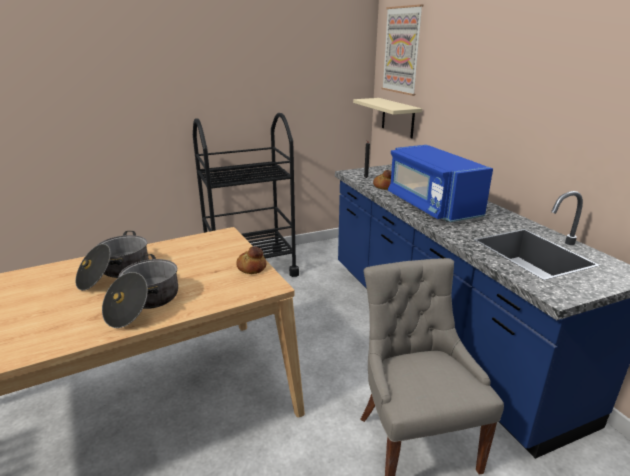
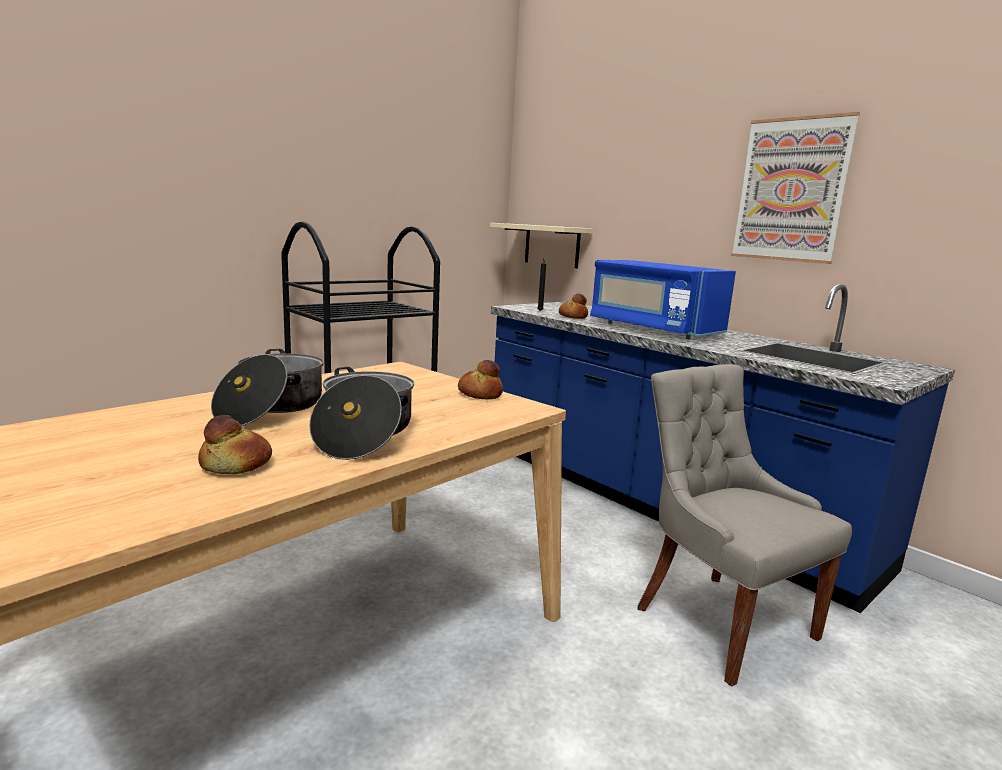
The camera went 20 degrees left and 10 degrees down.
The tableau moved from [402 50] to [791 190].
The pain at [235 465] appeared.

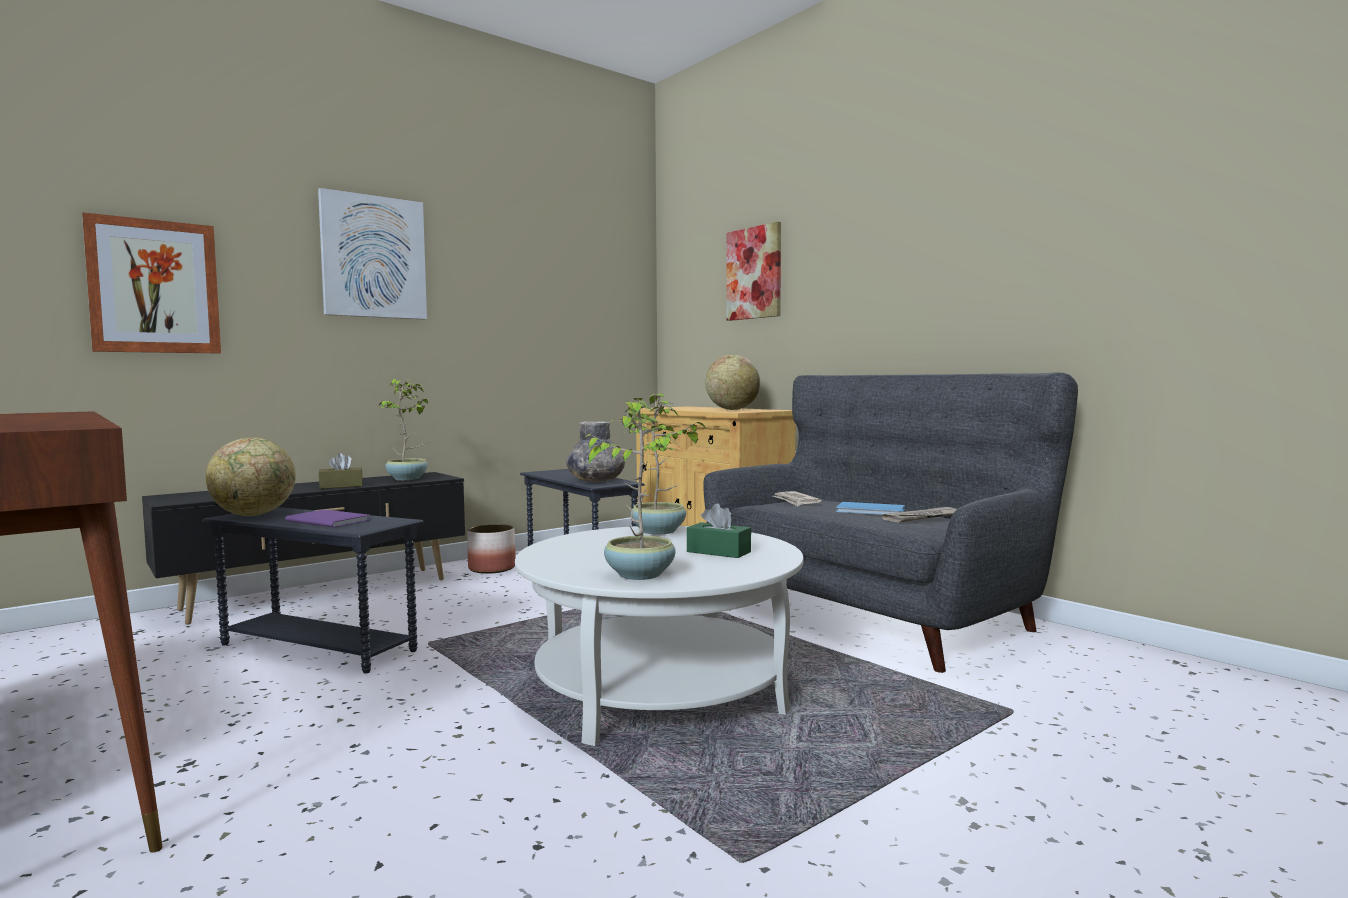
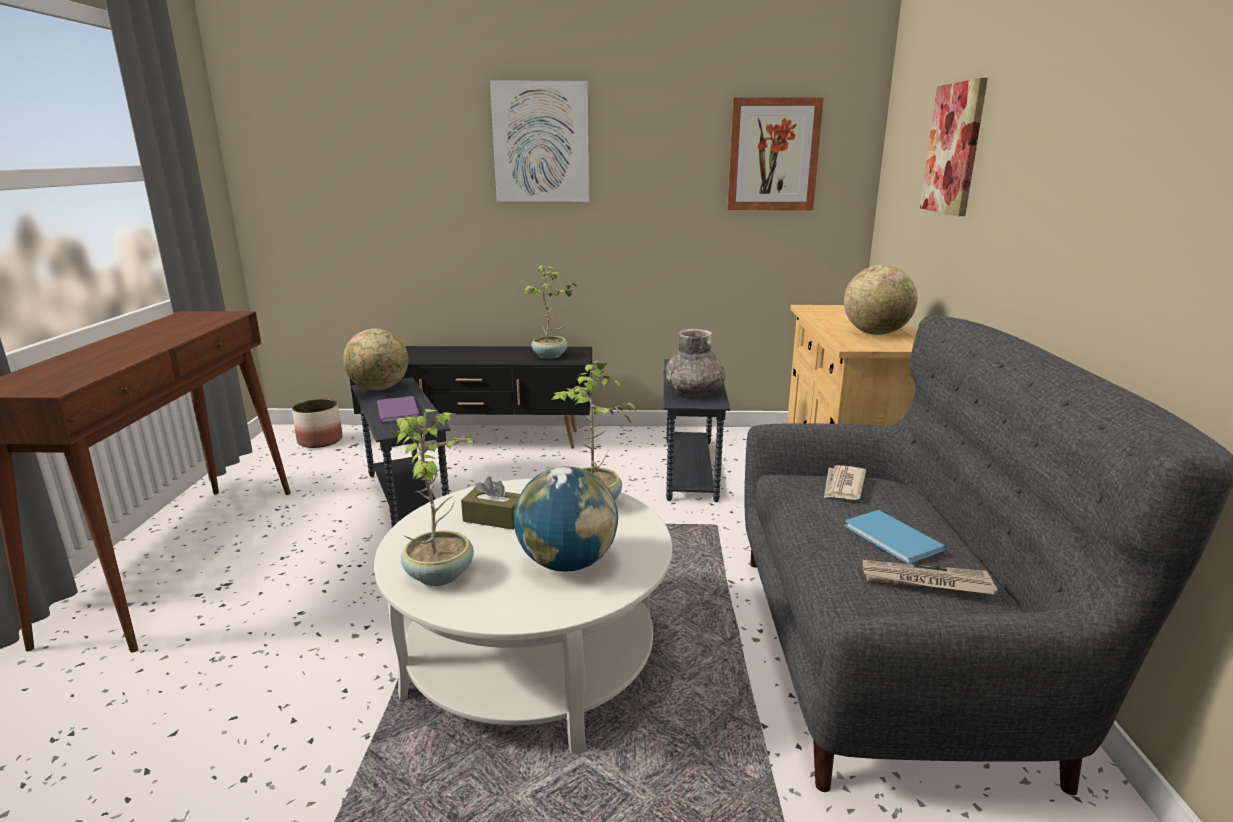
The camera went 40 degrees right and 15 degrees up.
The tableau moved from [154 287] to [773 155].
The boîte à mouchoirs (marron) moved from [341 486] to [494 518].
The cache-pot moved from [492 568] to [320 440].
The boîte à mouchoirs (vert) at [718 552] was replaced by the globe at [567 563].

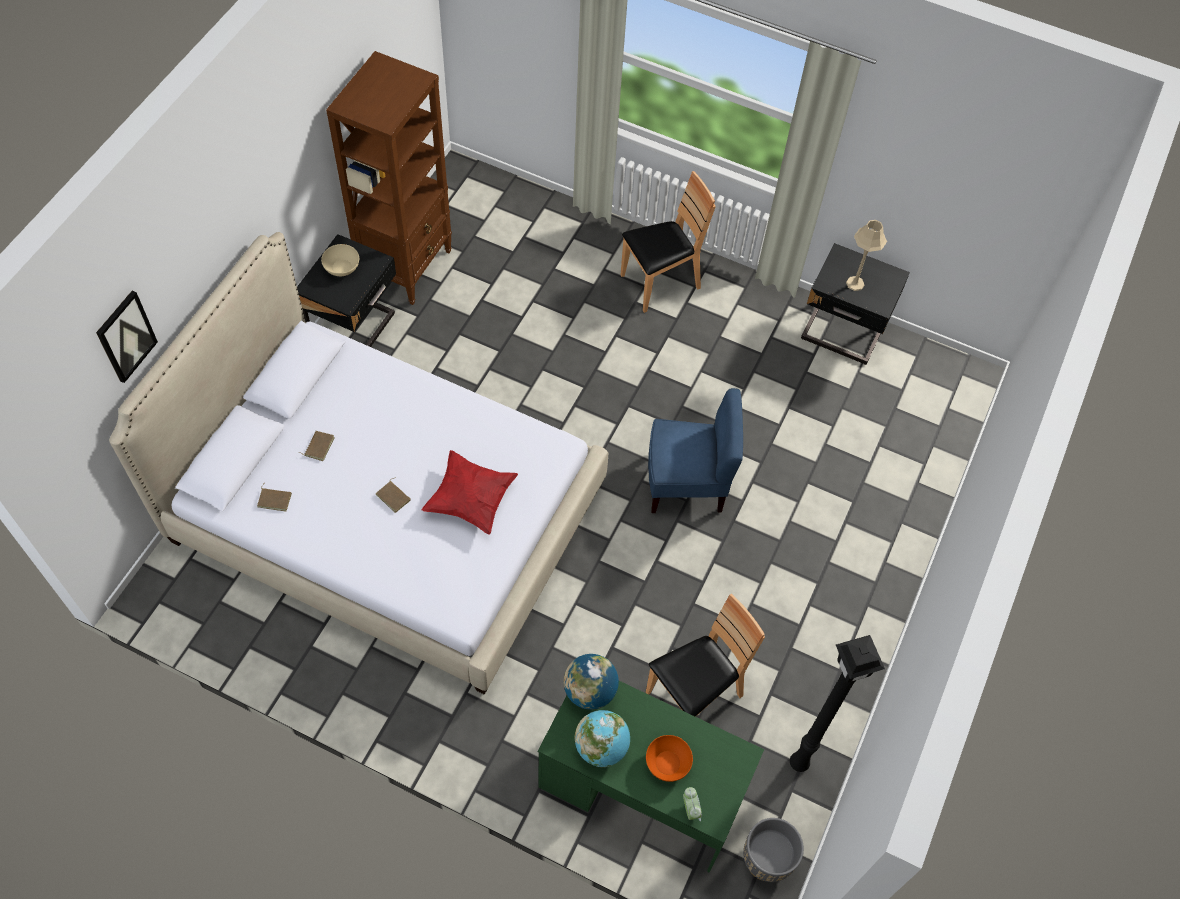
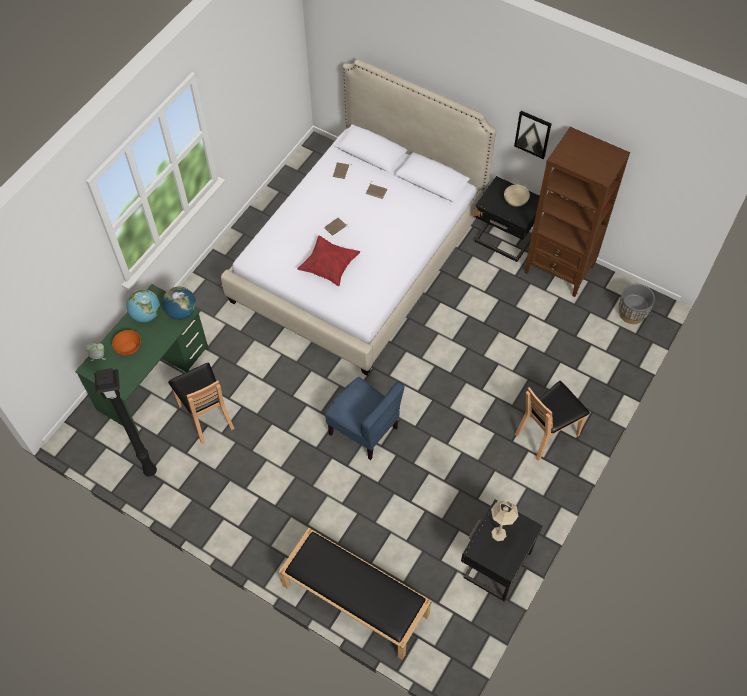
The camera went 100 degrees right and 0 degrees up.
The tableau moved from [125 336] to [533 134].
The chaise (marron) at [660 283] turned 75 degrees clockwise.
The chaise (bleu) at [686 484] turned 60 degrees counterclockwise.
The cache-pot (gris) moved from [767 859] to [631 313].
The banc (noir) at [354 599] appeared.

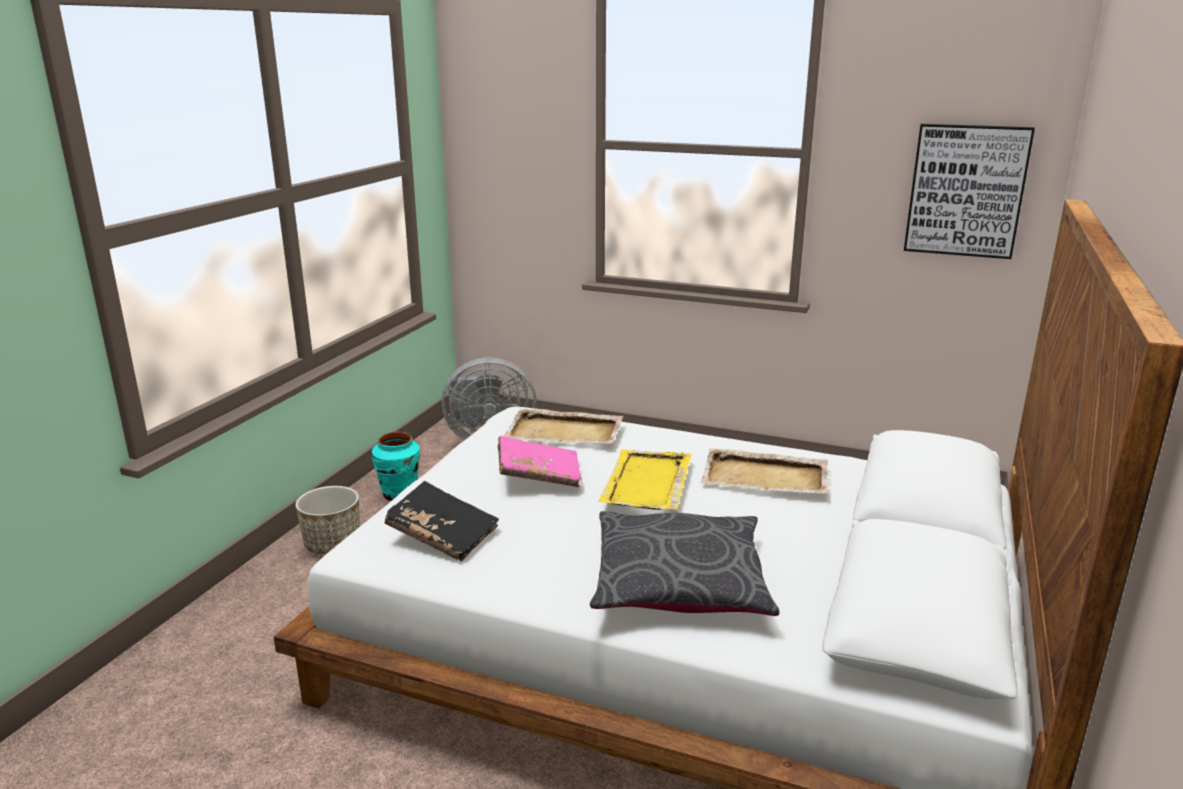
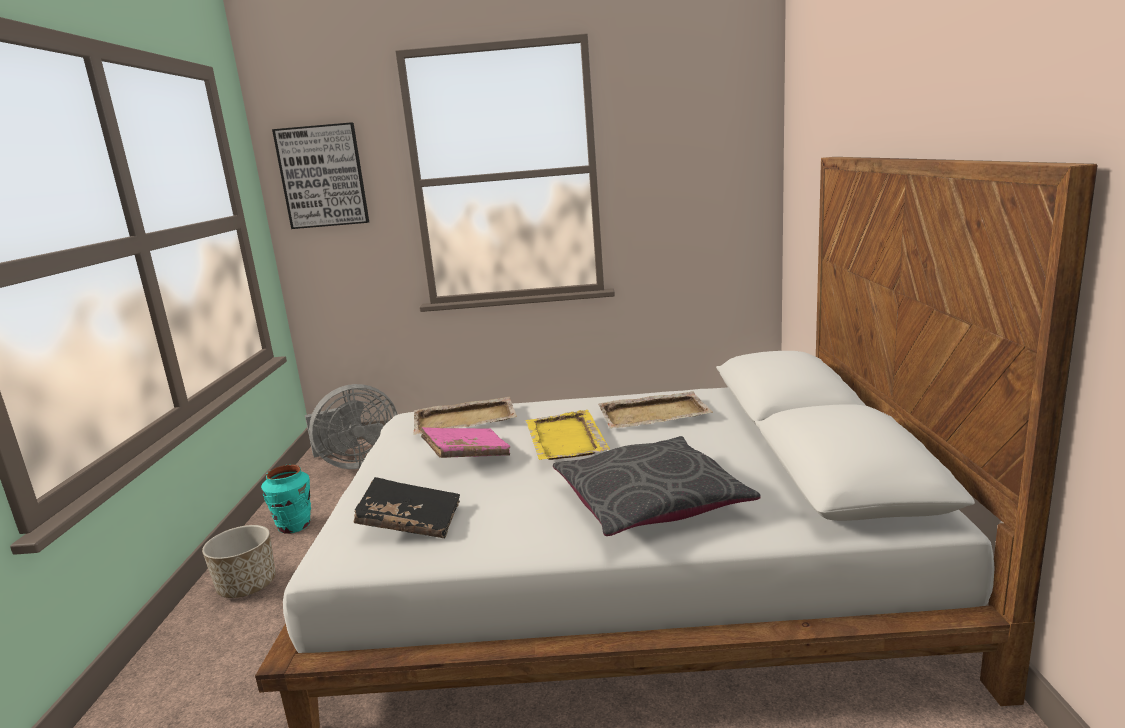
The camera went 20 degrees left and 5 degrees down.
The tableau moved from [966 190] to [322 176].

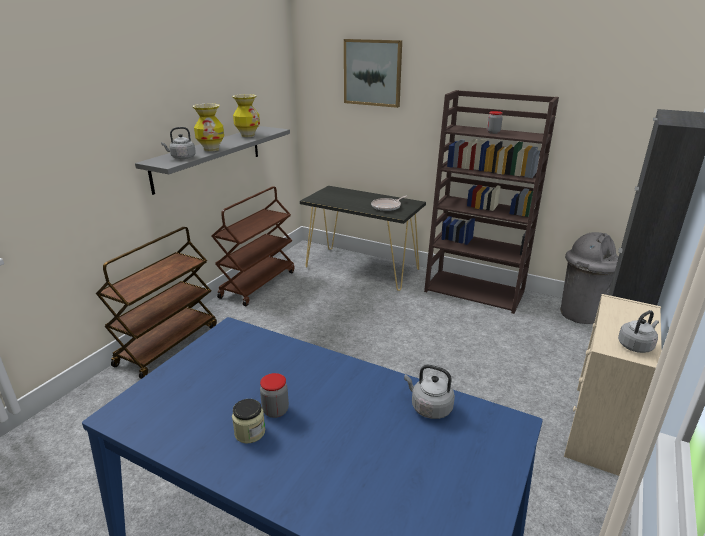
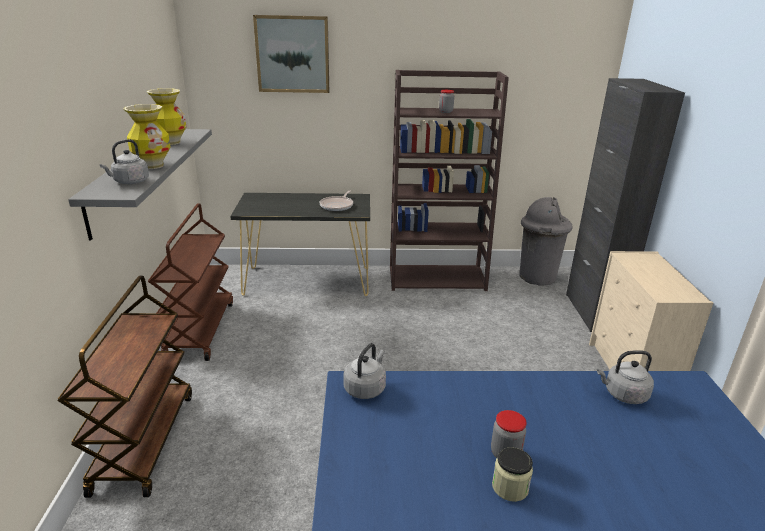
The camera went 30 degrees left and 0 degrees up.
The bouilloire (gris) moved from [636 345] to [366 388].

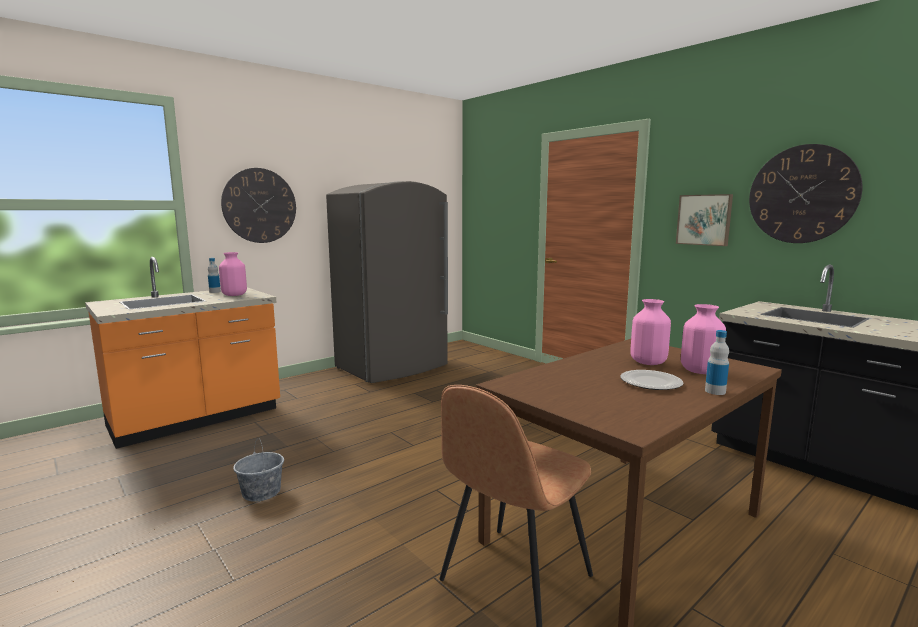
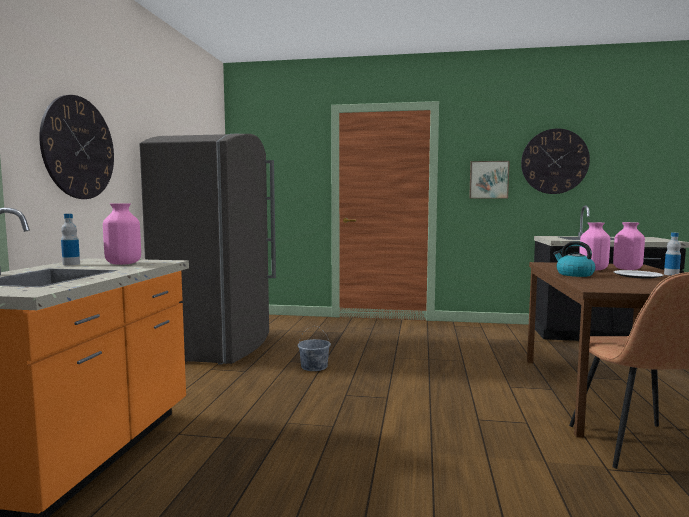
The camera went 40 degrees left and 5 degrees down.
The seau (gris) moved from [261 492] to [314 367].
The bouilloire at [574 274] appeared.

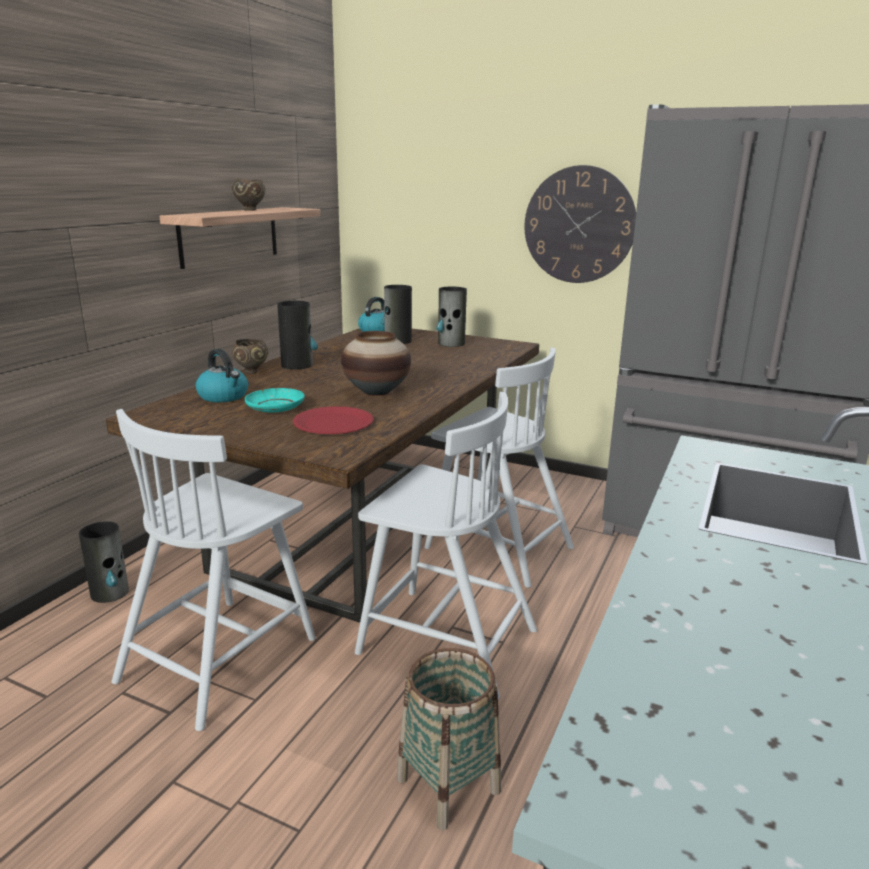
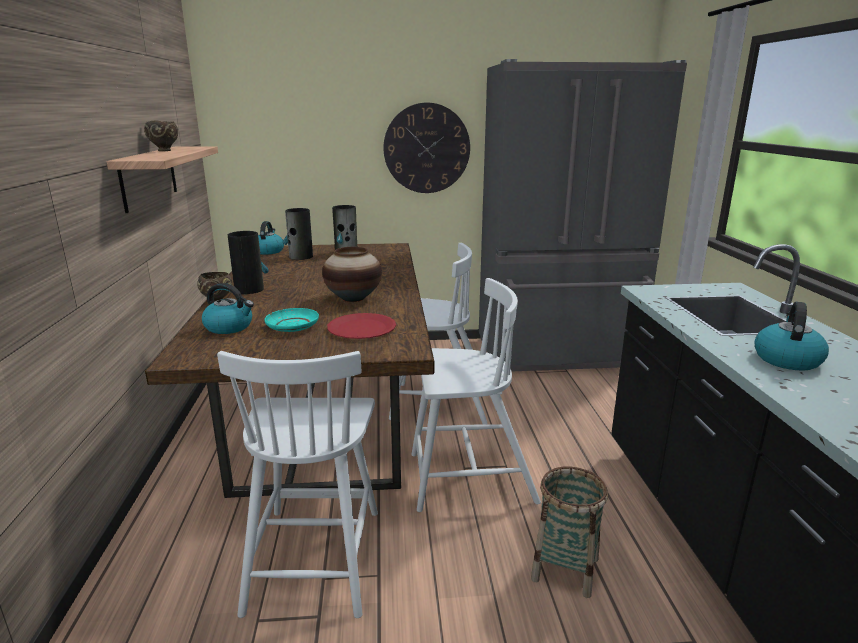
The camera went 30 degrees left and 0 degrees up.
The vase at [110 592] disappeared.
The bouilloire at [786 359] appeared.

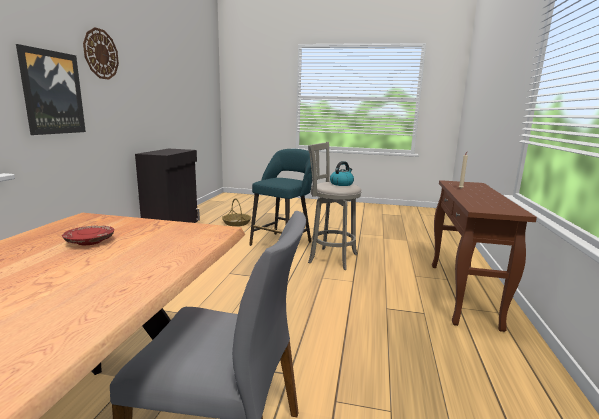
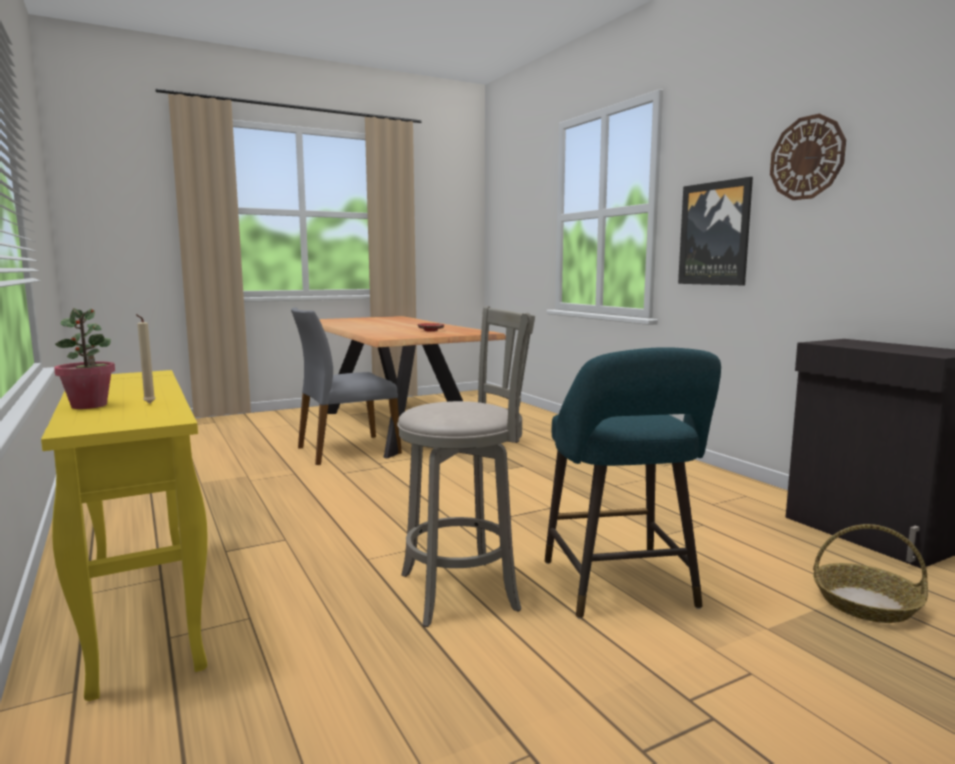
The camera went 140 degrees right and 5 degrees down.
The bouilloire at [341 184] disappeared.
The table console (marron) at [462 294] became the table console (jaune) at [142 608].
The plante en pot at [89 405] appeared.

